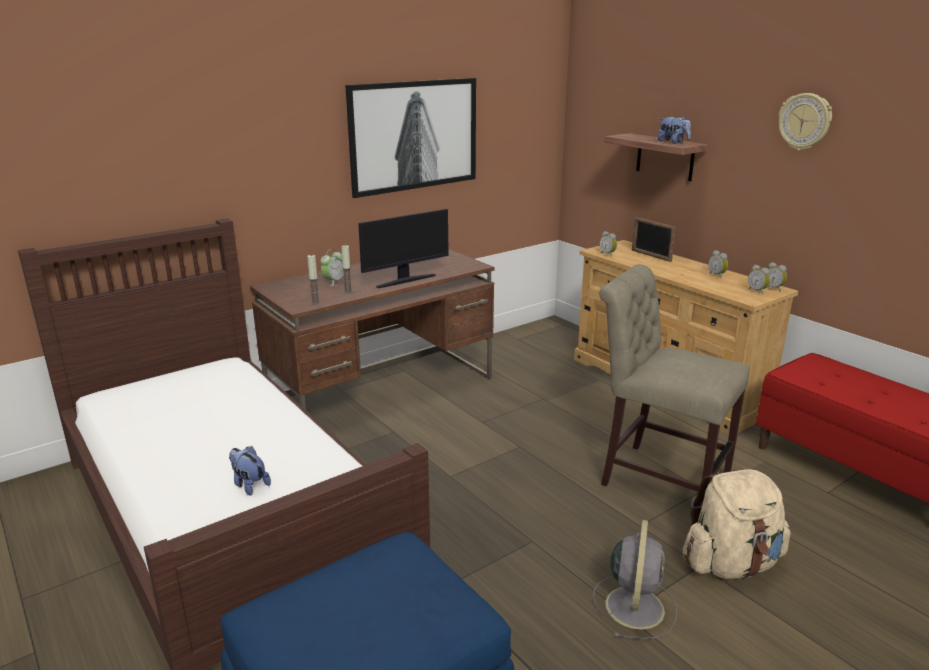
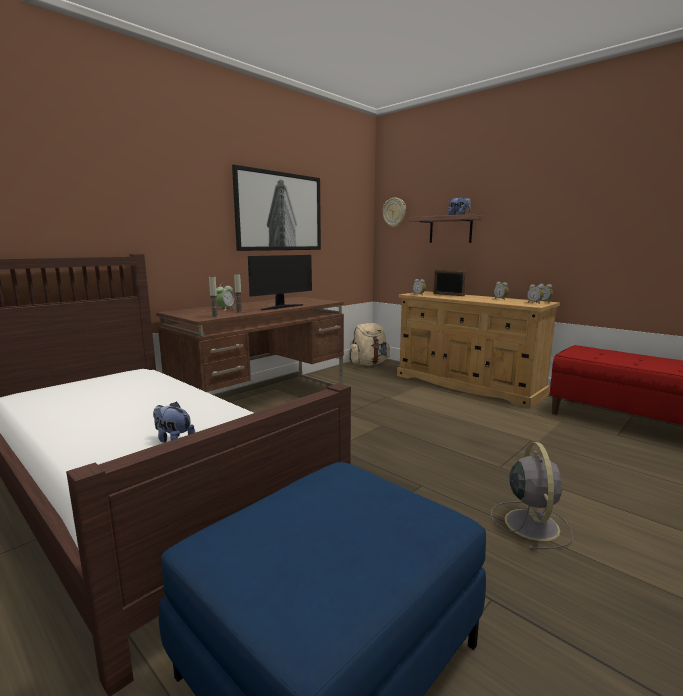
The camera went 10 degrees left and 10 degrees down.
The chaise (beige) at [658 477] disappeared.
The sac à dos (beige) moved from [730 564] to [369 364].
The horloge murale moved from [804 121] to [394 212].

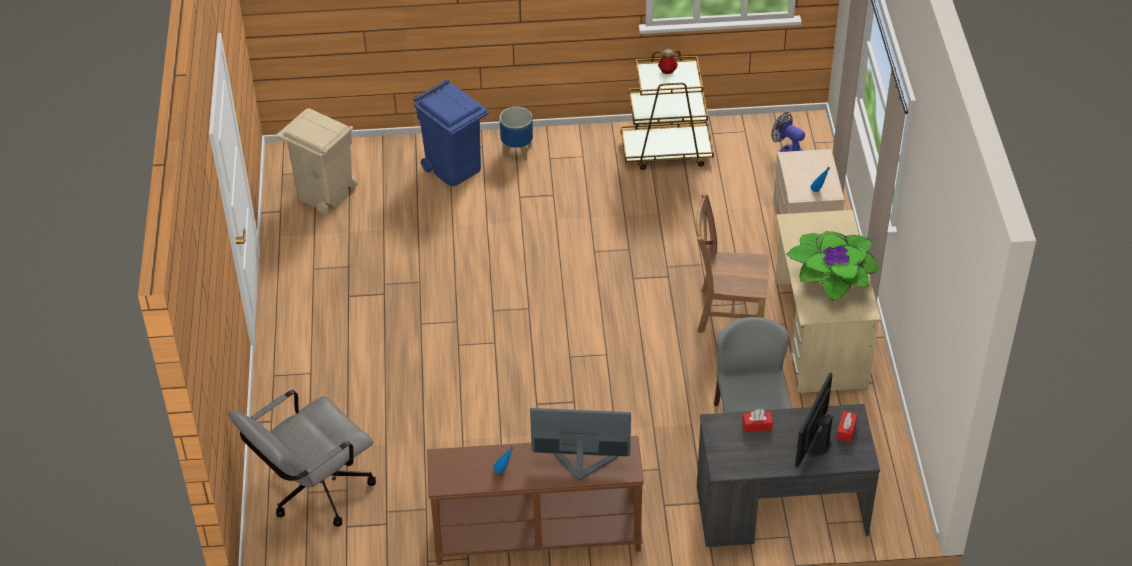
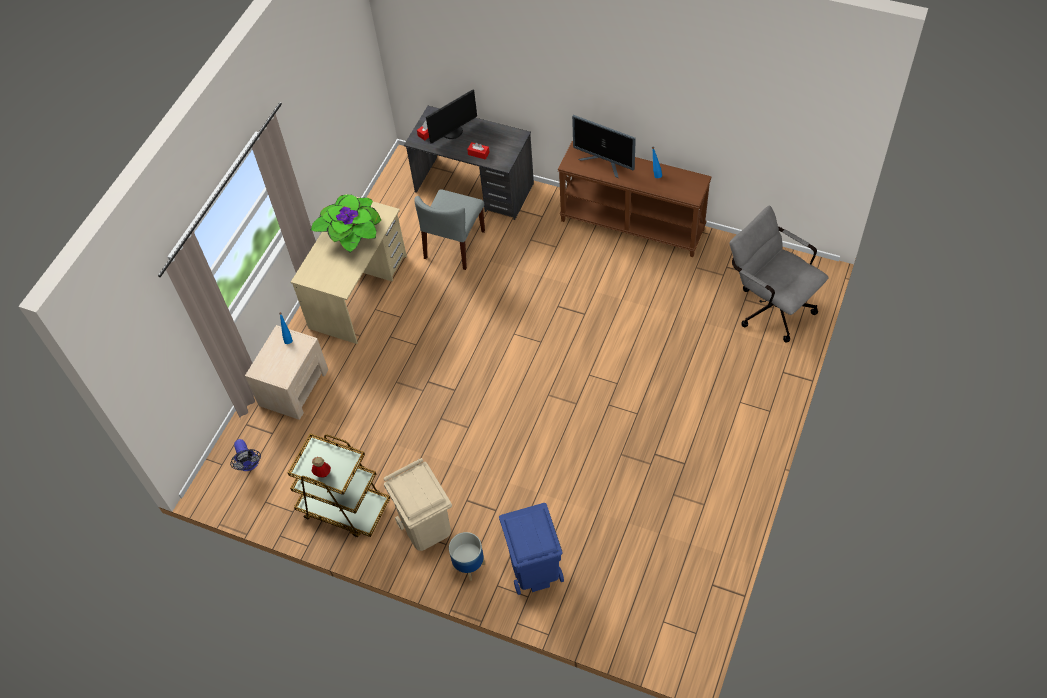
The camera went 150 degrees left and 10 degrees up.
The chaise de bureau (gris) at [312 493] turned 120 degrees counterclockwise.
The poubelle (beige) moved from [324 194] to [426 527].
The chaise (marron) at [727 312] disappeared.

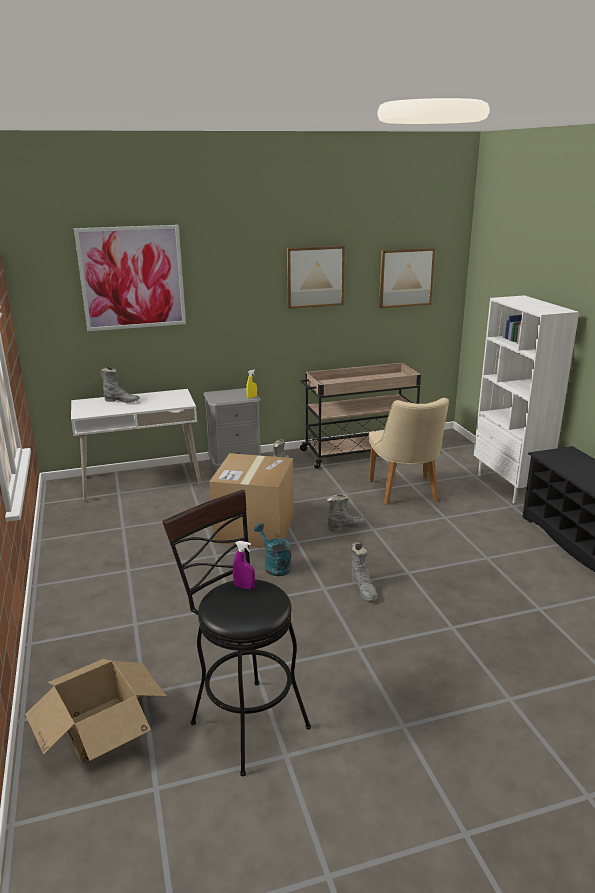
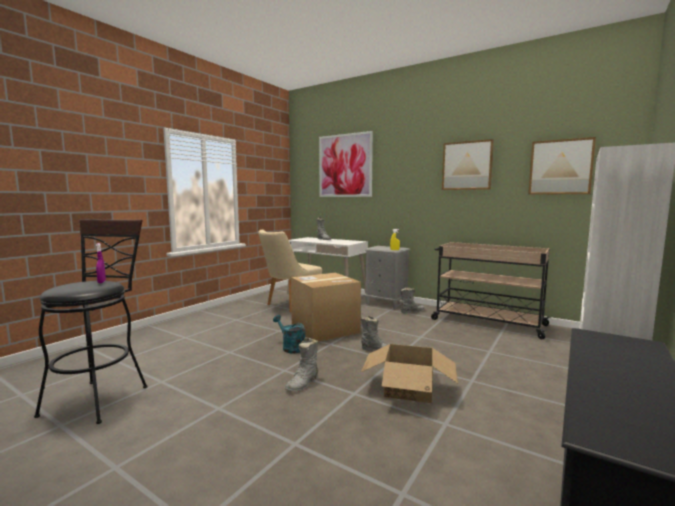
The camera went 50 degrees right and 15 degrees down.
The carton moved from [101 728] to [408 388].
The arrosoir (turquoise) at [274 566] turned 60 degrees counterclockwise.
The chaise (beige) moved from [405 494] to [289 305].

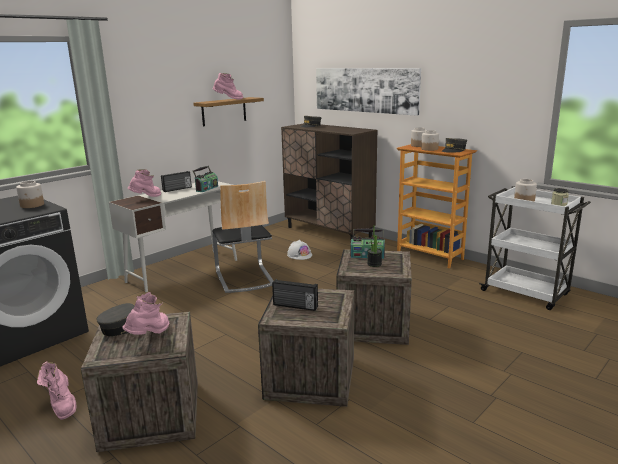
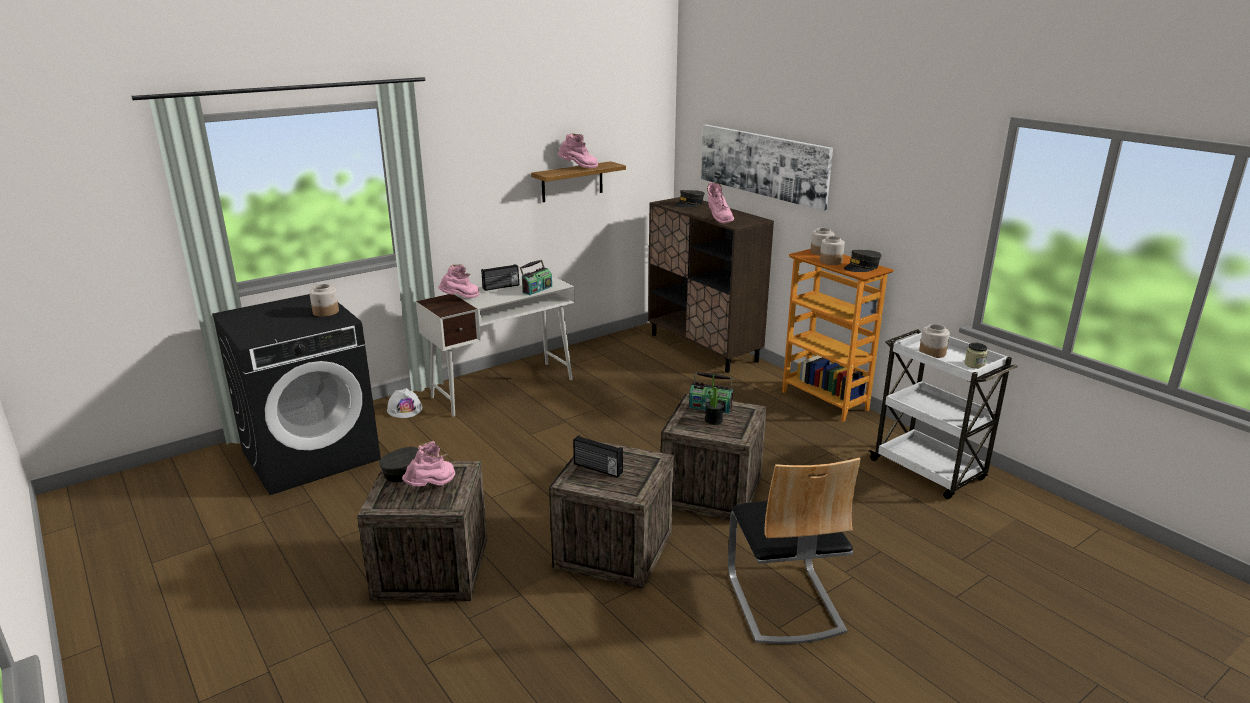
The camera went 10 degrees right and 5 degrees up.
The botte (rose) moved from [62 405] to [718 219].
The chaise moved from [244 278] to [783 602].
The casque de chantier (blanc) moved from [299 255] to [405 409].

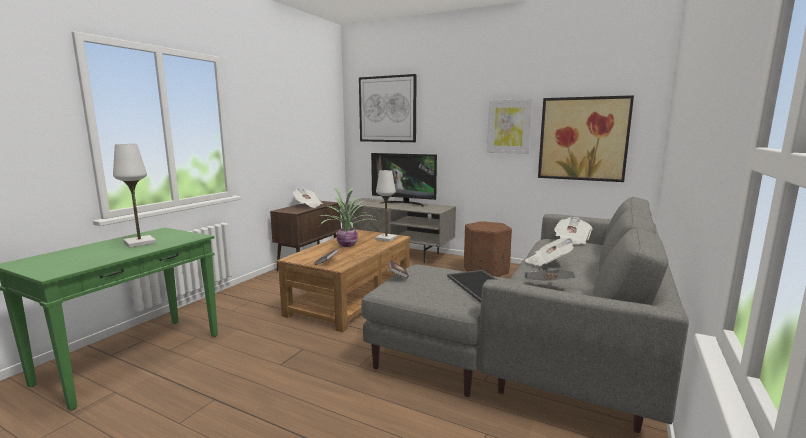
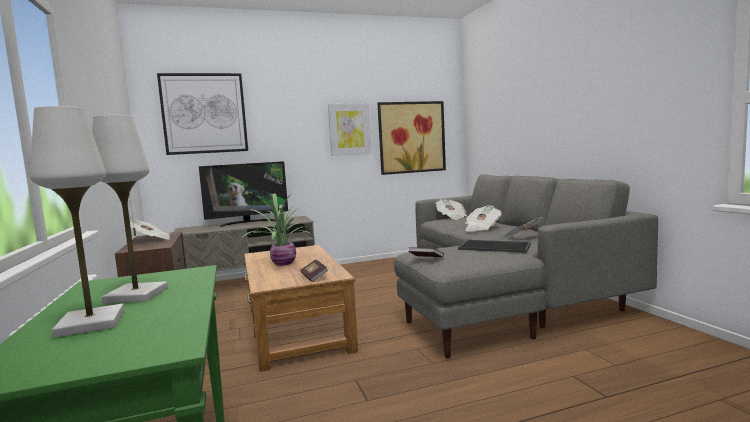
The camera went 45 degrees left and 5 degrees down.
The lampe de table (blanc) moved from [386 238] to [90 323].
The pouf (marron) at [485 271] disappeared.

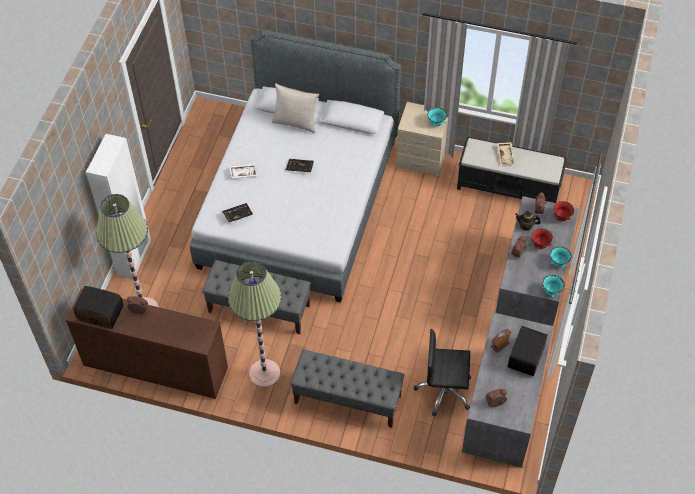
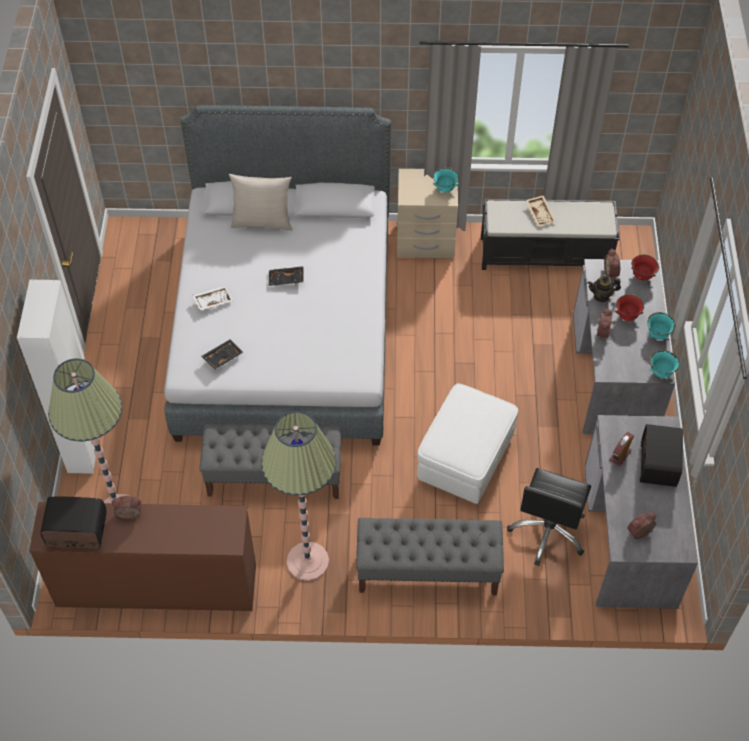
The camera went 15 degrees left and 0 degrees up.
The chaise de bureau (noir) at [444 391] turned 60 degrees counterclockwise.
The pouf (blanc) at [465 459] appeared.

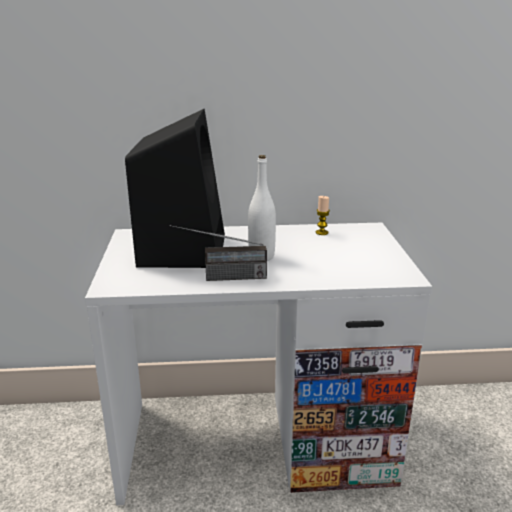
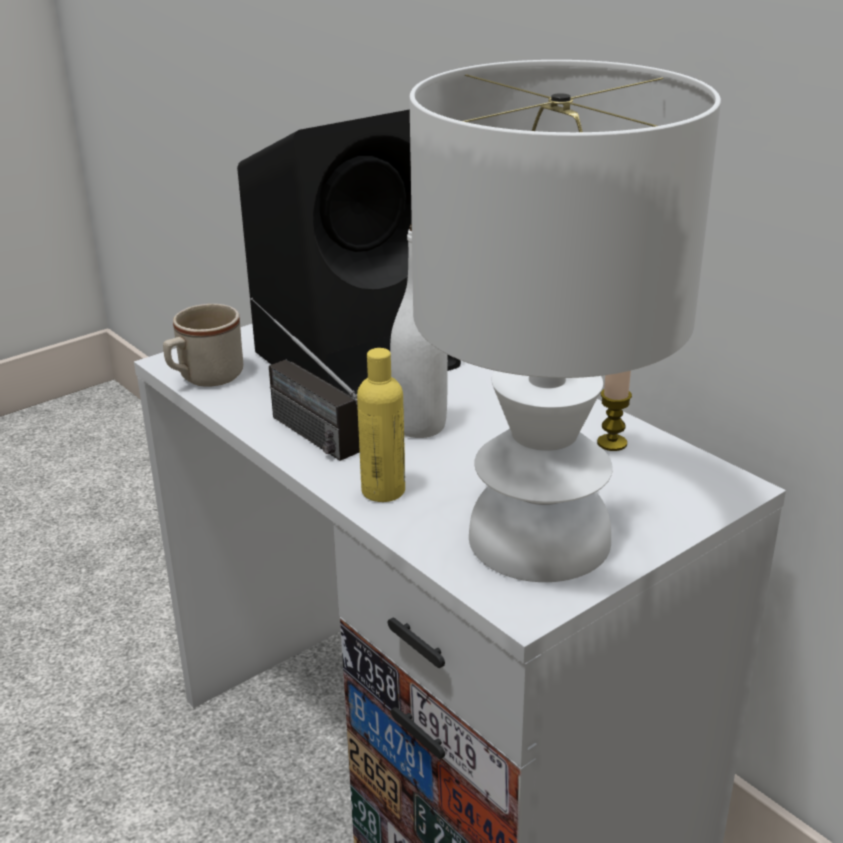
The camera went 55 degrees right and 5 degrees up.
The mug (beige) at [204 378] appeared.
The bouteille (jaune) at [383 490] appeared.
The lampe de table (blanc) at [541 537] appeared.

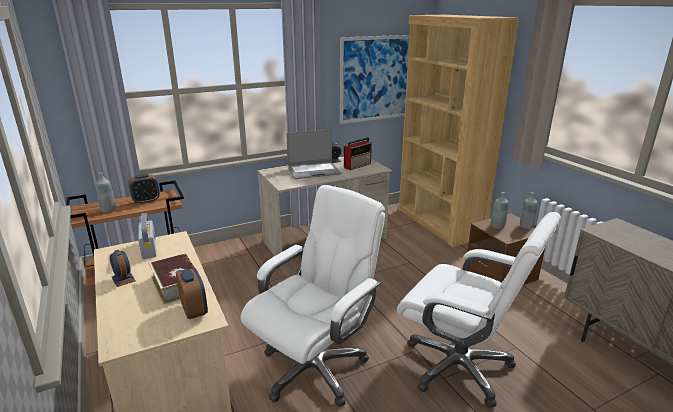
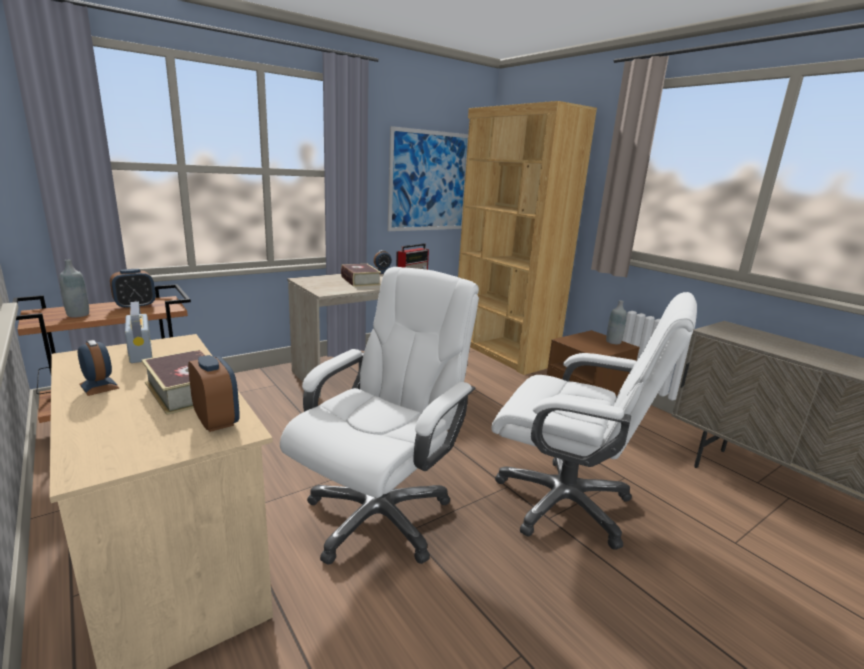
The camera went 10 degrees left and 5 degrees down.
The ordinateur portable at [314 171] was replaced by the livre at [360 281].
The bouteille (gris) at [497 226] disappeared.

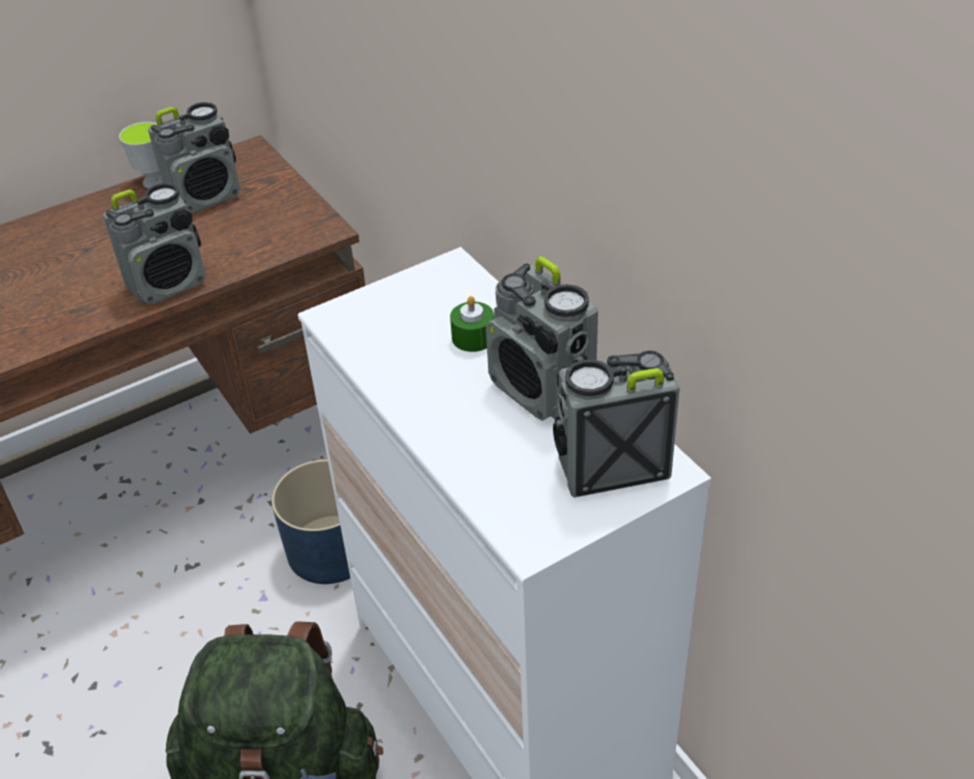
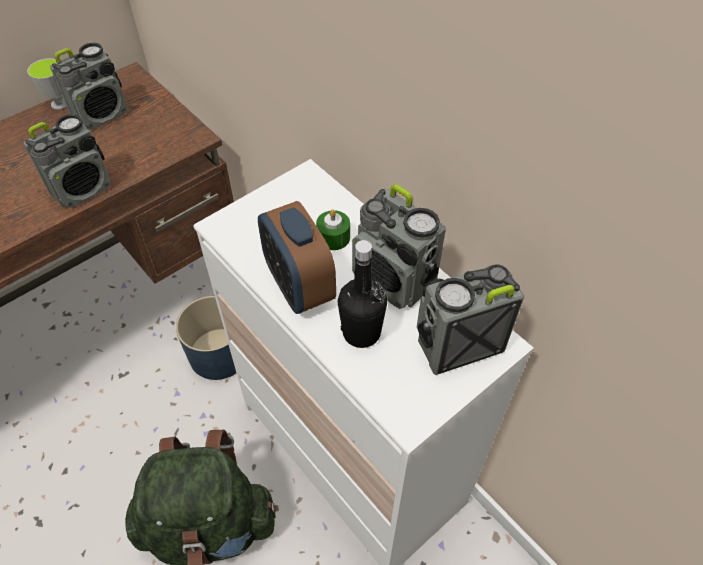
The camera went 10 degrees left and 10 degrees up.
The réveil at [299 286] appeared.
The bouteille (noir) at [361 332] appeared.

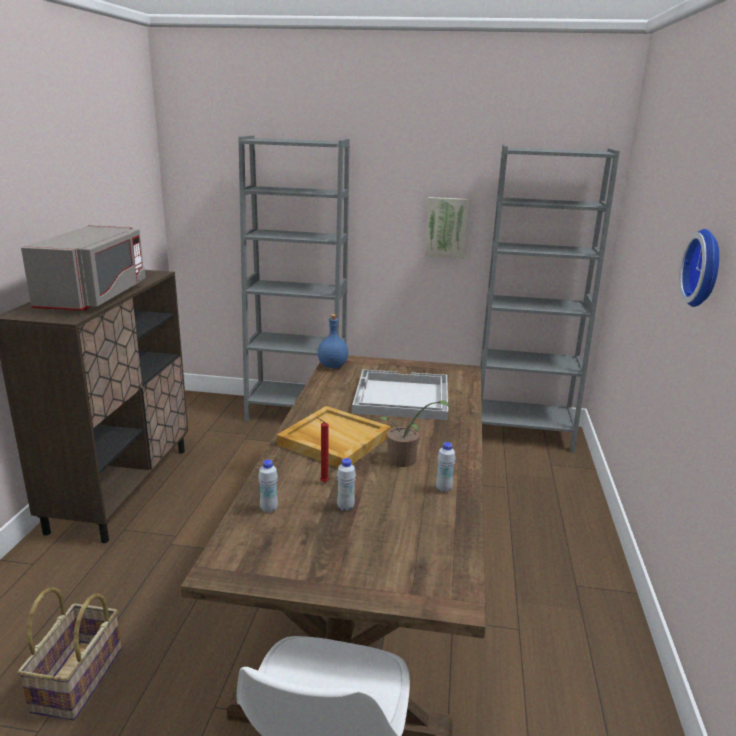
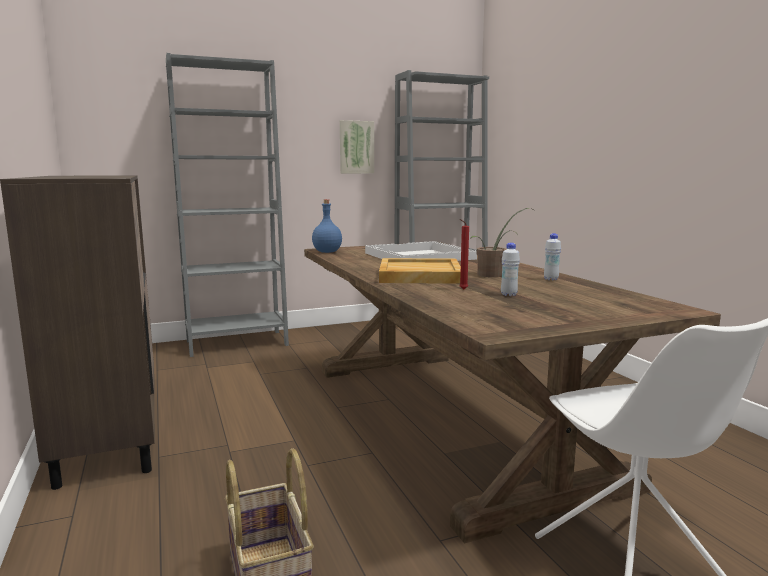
The camera went 30 degrees left and 10 degrees down.
The micro-ondes (gris) at [94 297] disappeared.
The bouteille (blanc) at [269 509] disappeared.
The horloge murale at [706 268] disappeared.

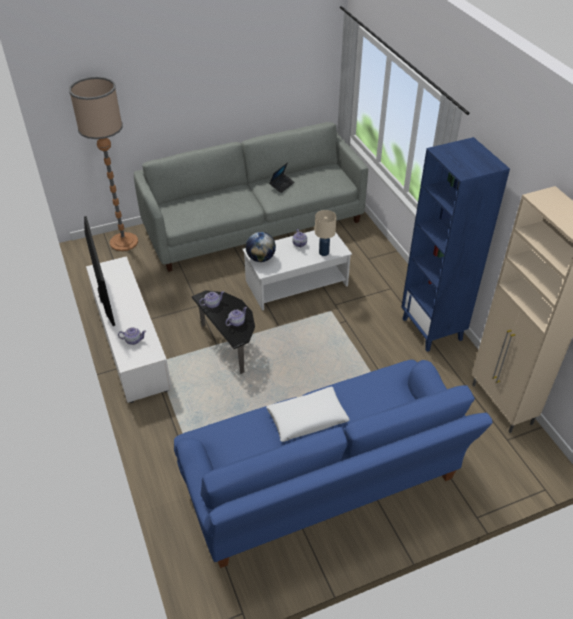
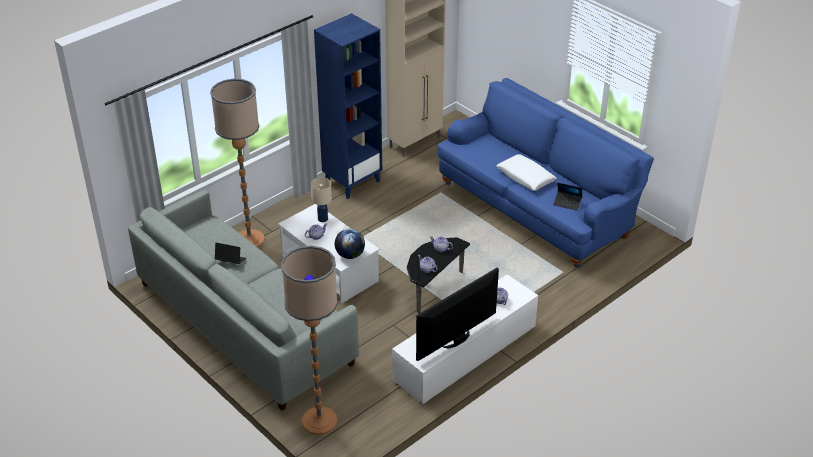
The camera went 110 degrees left and 5 degrees down.
The lampadaire at [249 239] appeared.
The ordinateur portable at [567 203] appeared.

